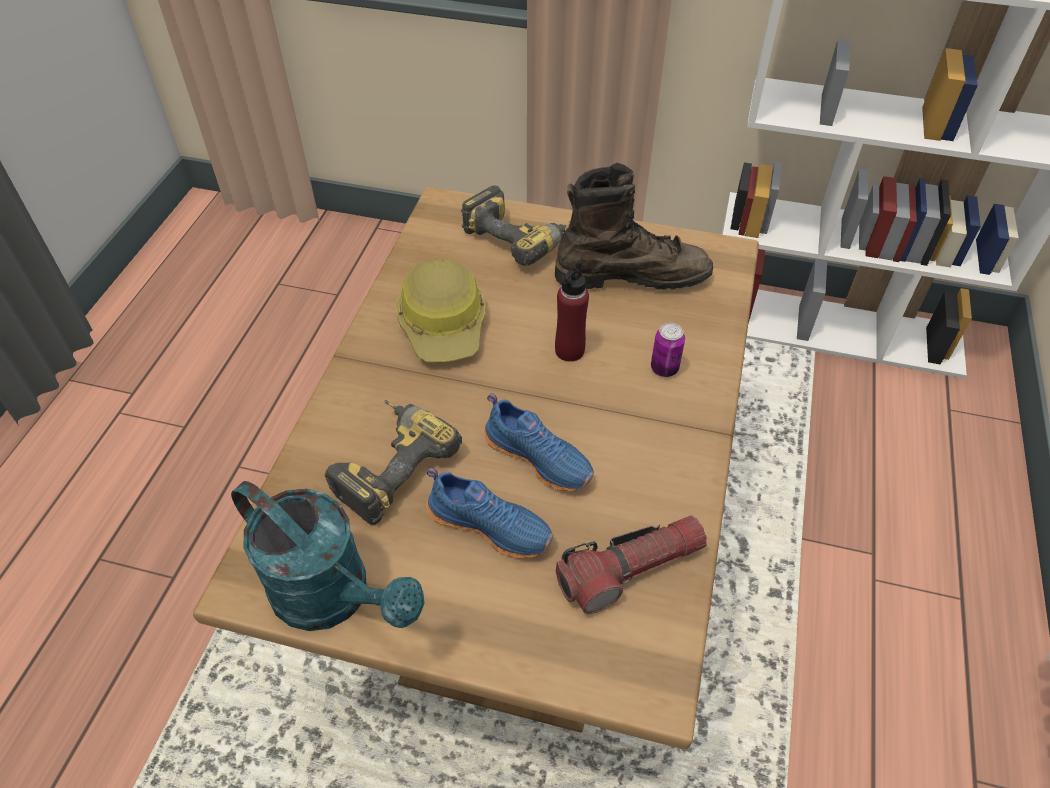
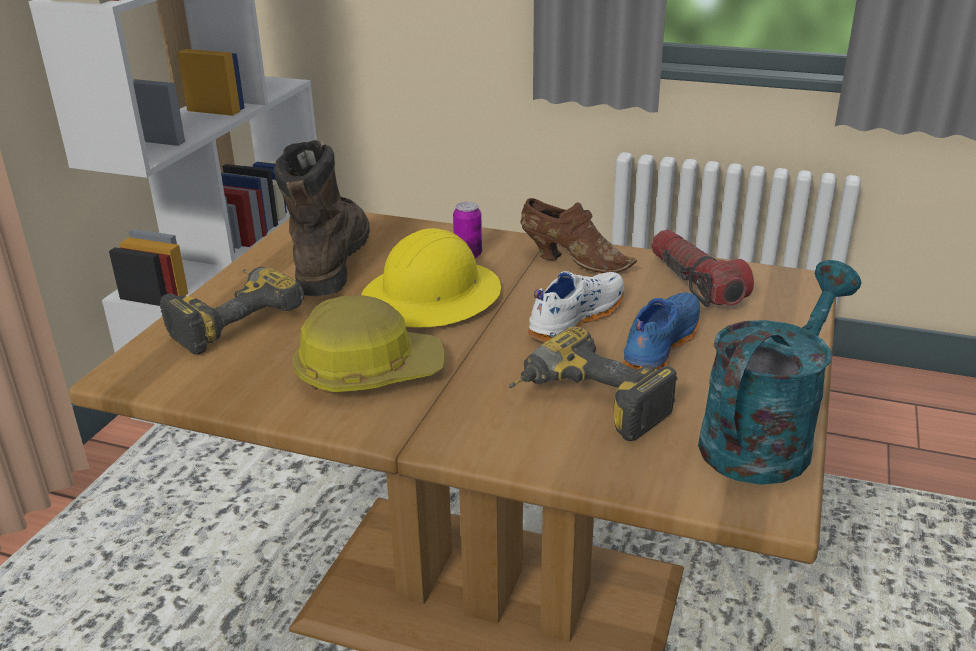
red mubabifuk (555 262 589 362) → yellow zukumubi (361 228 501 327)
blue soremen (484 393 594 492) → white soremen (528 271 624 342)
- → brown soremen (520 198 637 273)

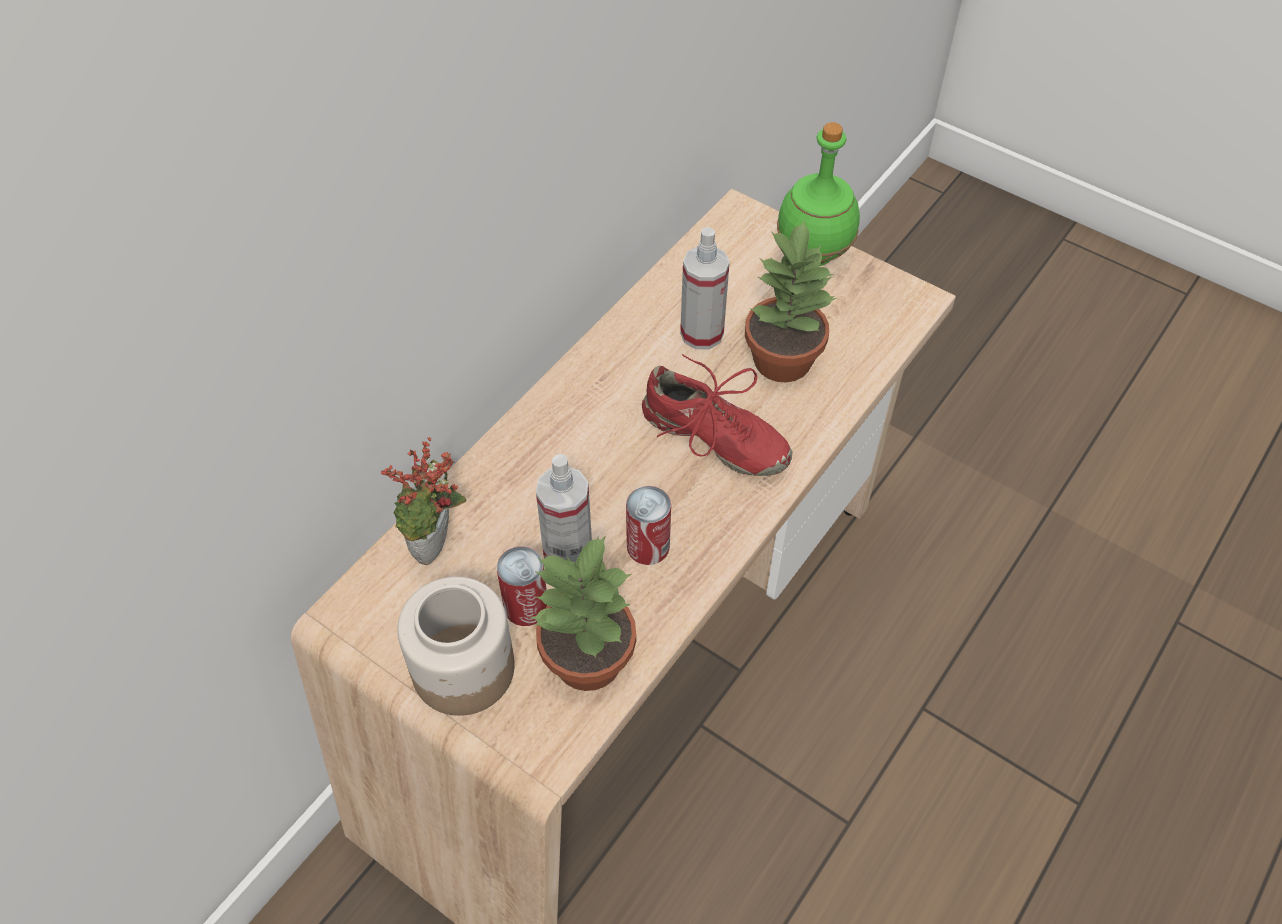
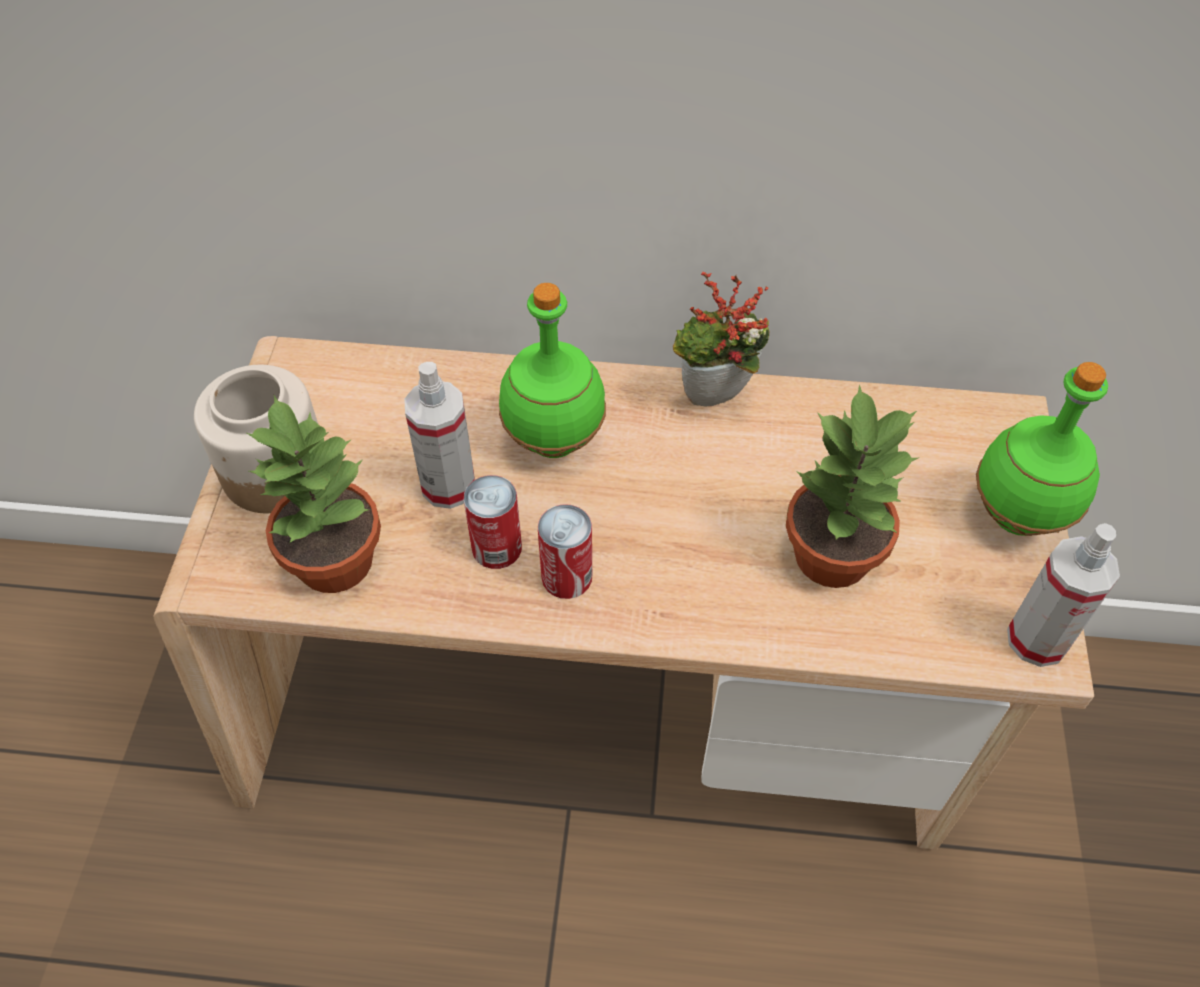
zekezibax (680 227 730 349) → zekezibax (1007 523 1120 667), move
red soremen (642 354 792 476) → -
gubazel (381 437 466 565) → gubazel (673 272 769 406), move
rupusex (497 546 547 626) → rupusex (538 504 592 599), move
- → green mubabifuk (499 283 606 458)

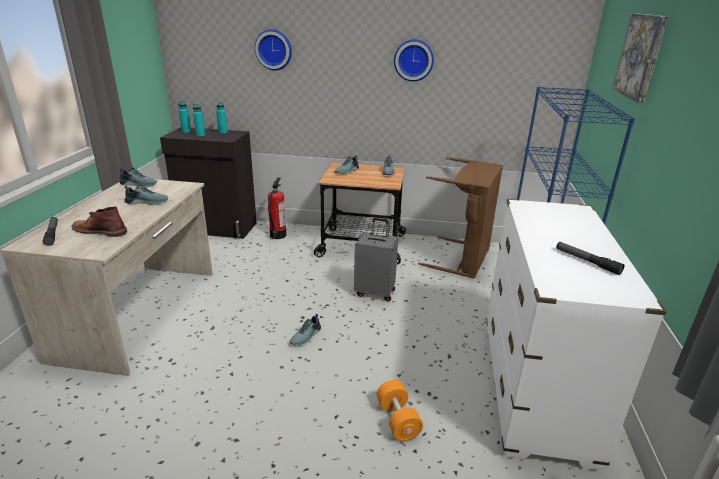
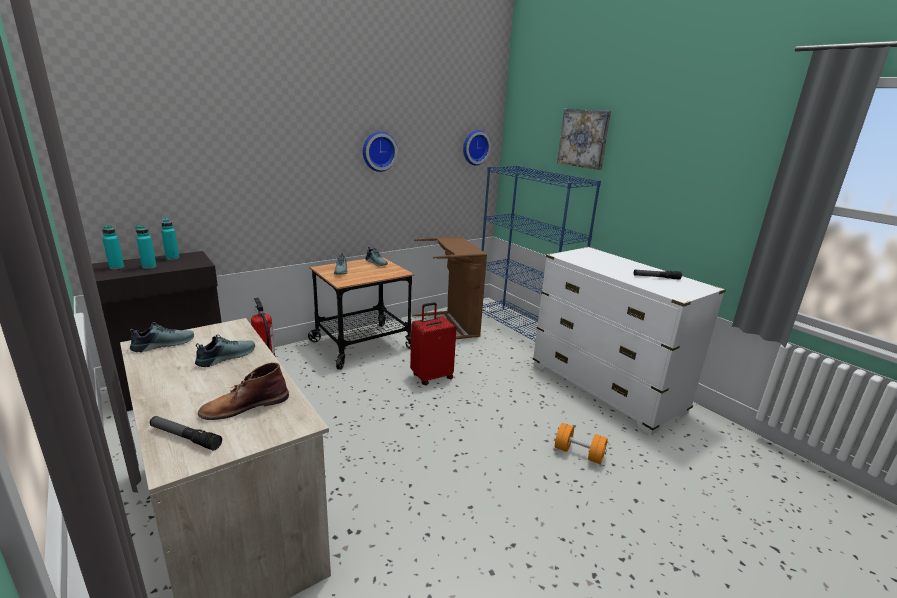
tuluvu (255 29 292 70) → tuluvu (463 130 491 166), move
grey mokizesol (354 218 398 302) → red mokizesol (410 302 456 385)
soremen (290 314 321 346) → -

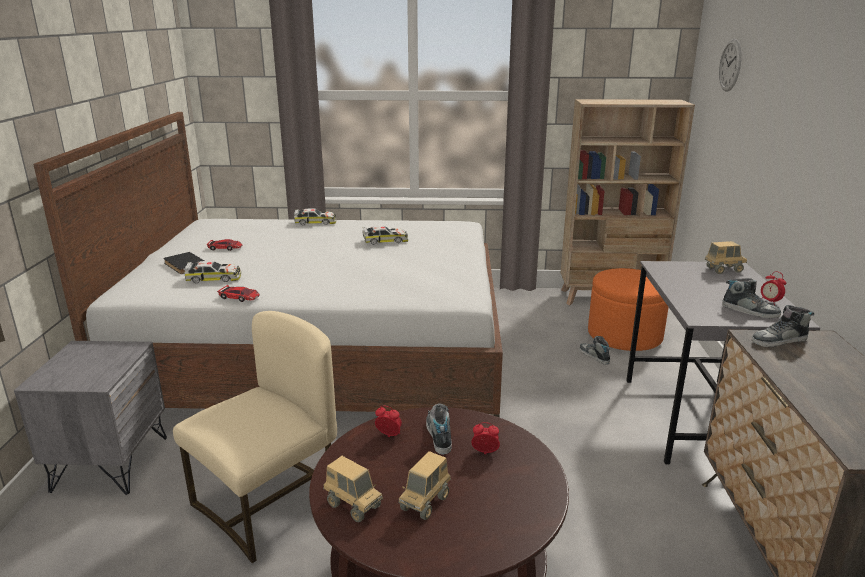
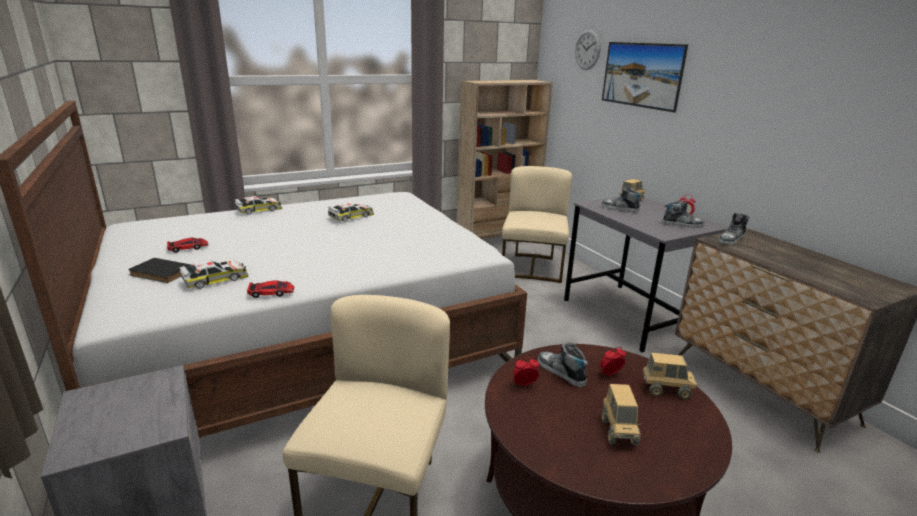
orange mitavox (588 268 669 351) → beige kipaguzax (502 166 572 283)
soremen (579 336 610 365) → soremen (602 187 642 213), move
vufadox (323 456 383 522) → vufadox (643 353 697 399), move
- → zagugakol (602 42 688 112)

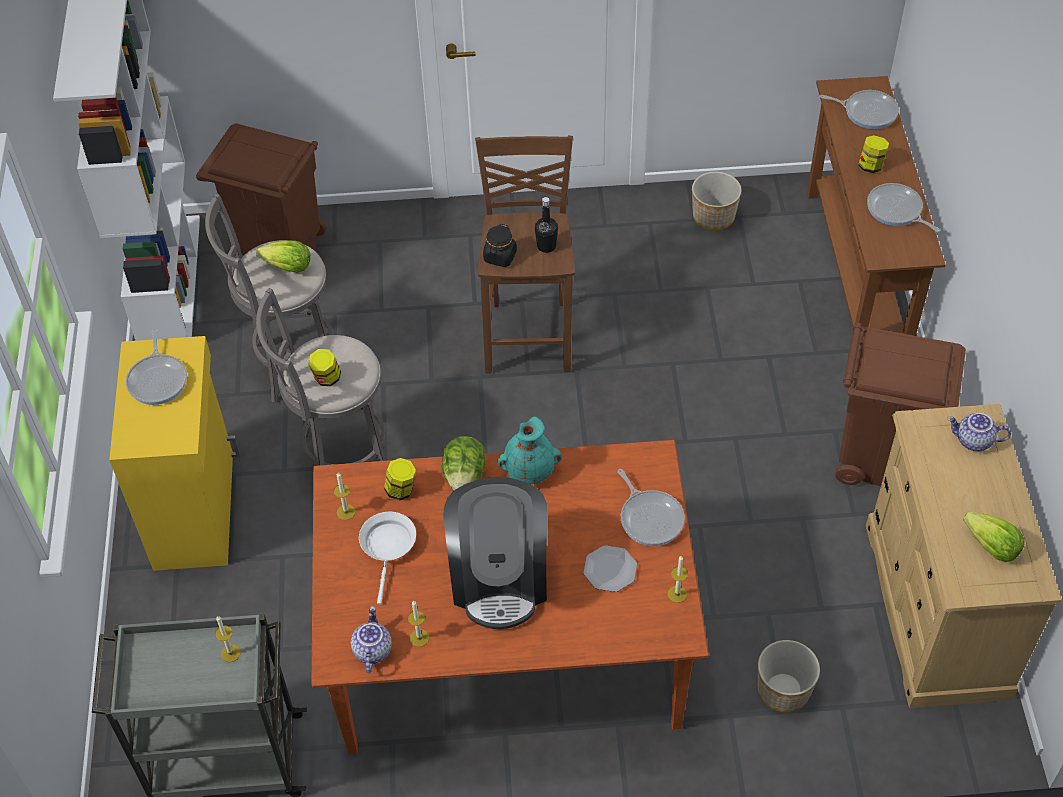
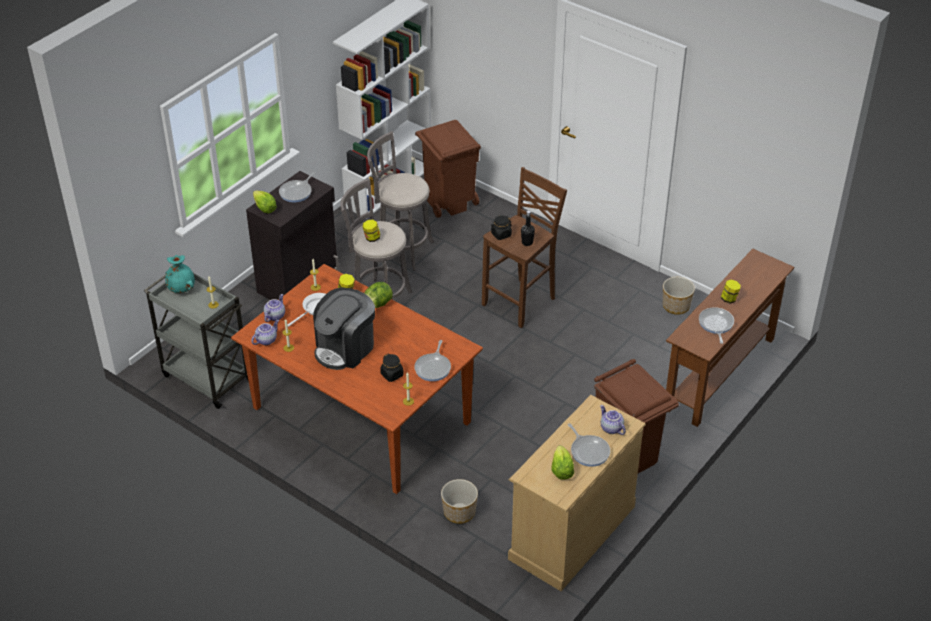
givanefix (820 90 899 129) → givanefix (568 423 610 467), move
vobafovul (256 240 311 273) → vobafovul (253 190 277 214), move
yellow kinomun (109 336 240 571) → black kinomun (246 171 339 300)
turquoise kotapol (498 416 562 484) → turquoise kotapol (165 255 195 293), move
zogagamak (583 546 637 592) → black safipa (380 354 404 382)
- → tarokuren (264 294 285 322)

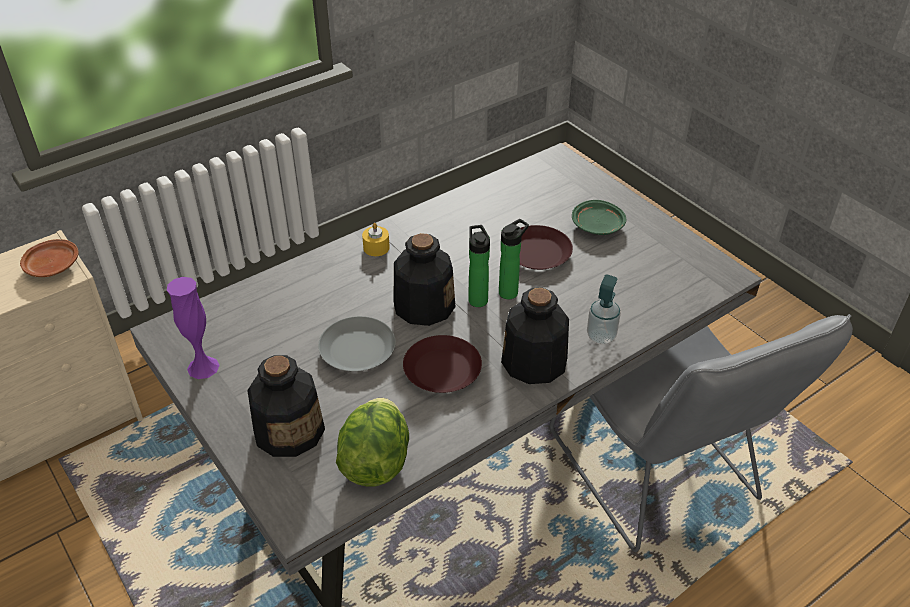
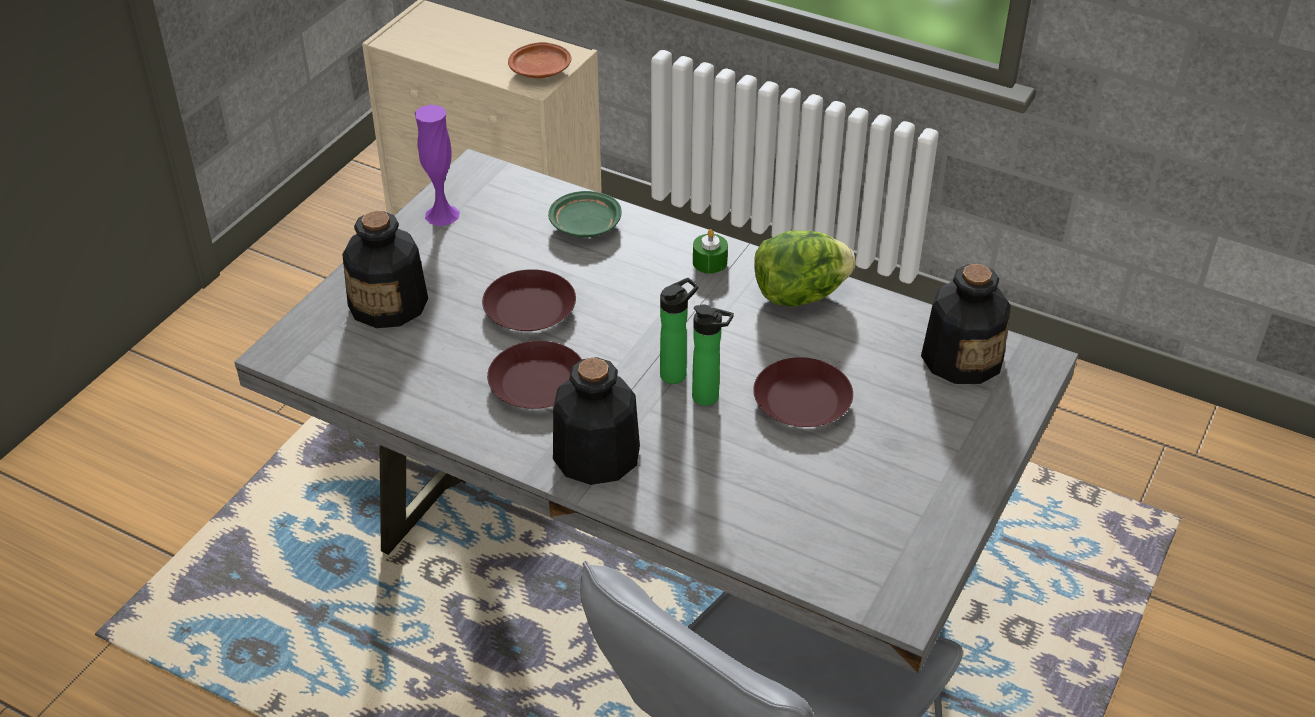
green zogagamak (572 200 626 235) → green zogagamak (548 191 621 238), move
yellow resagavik (362 223 390 256) → green resagavik (693 229 728 274)
mubabifuk (393 233 455 326) → mubabifuk (921 264 1011 384), move
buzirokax (587 275 621 345) → -
grey zogagamak (318 316 396 371) → brown zogagamak (482 269 576 331)
vobafovul (336 398 409 486) → vobafovul (754 230 856 307), move

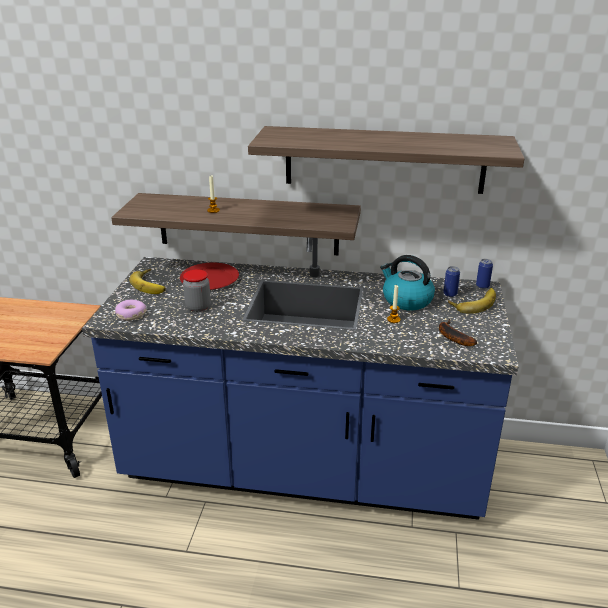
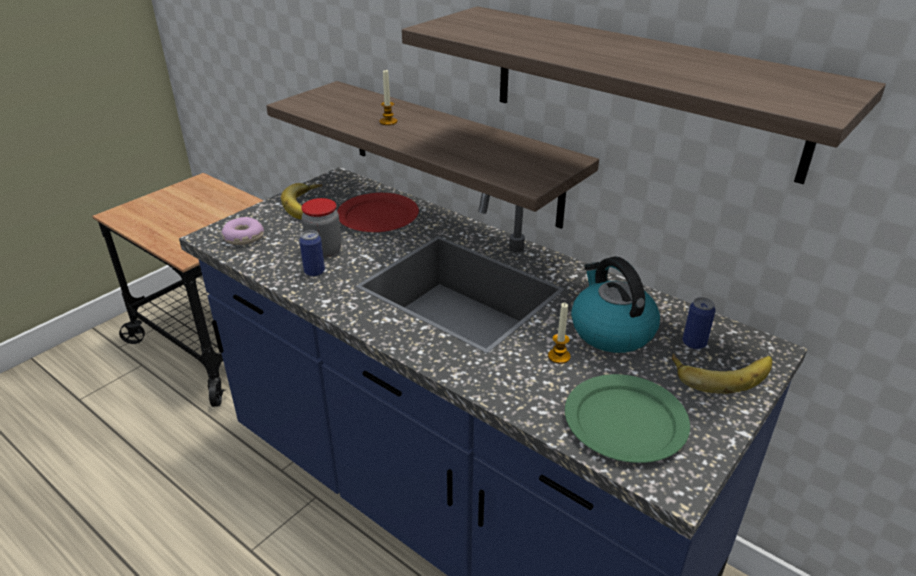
rupusex (476 259 493 289) → rupusex (299 230 325 277), move
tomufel (439 319 477 346) → green zogagamak (565 374 690 463)

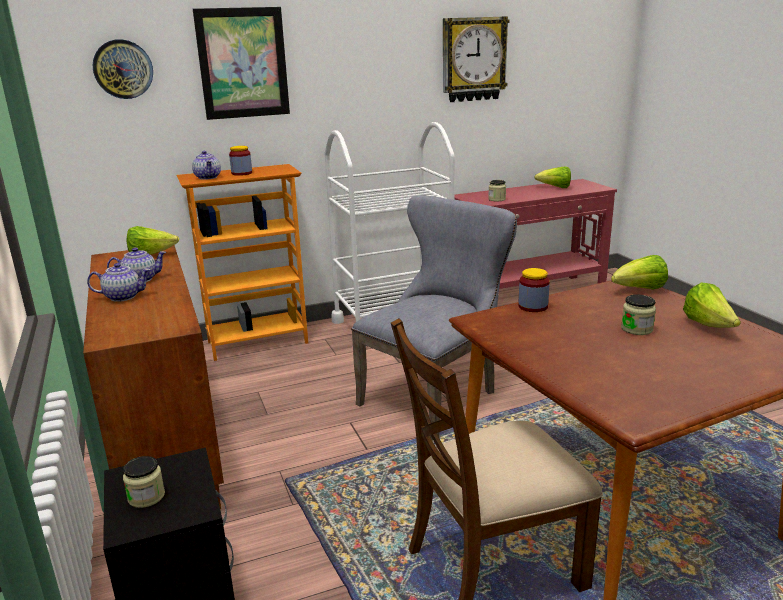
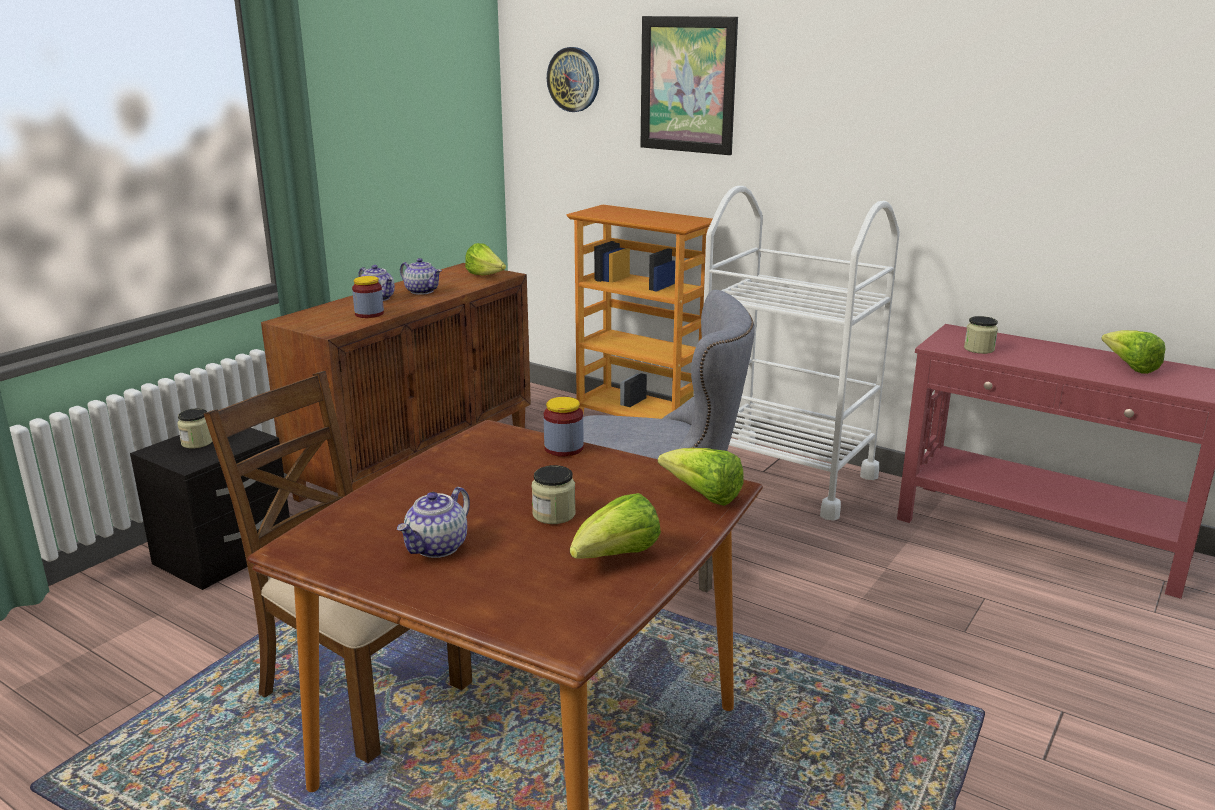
tuluvu (443 16 510 102) → -
safipa (229 146 252 176) → safipa (352 276 384 318), move
tarokuren (192 151 221 180) → tarokuren (397 487 470 558), move

